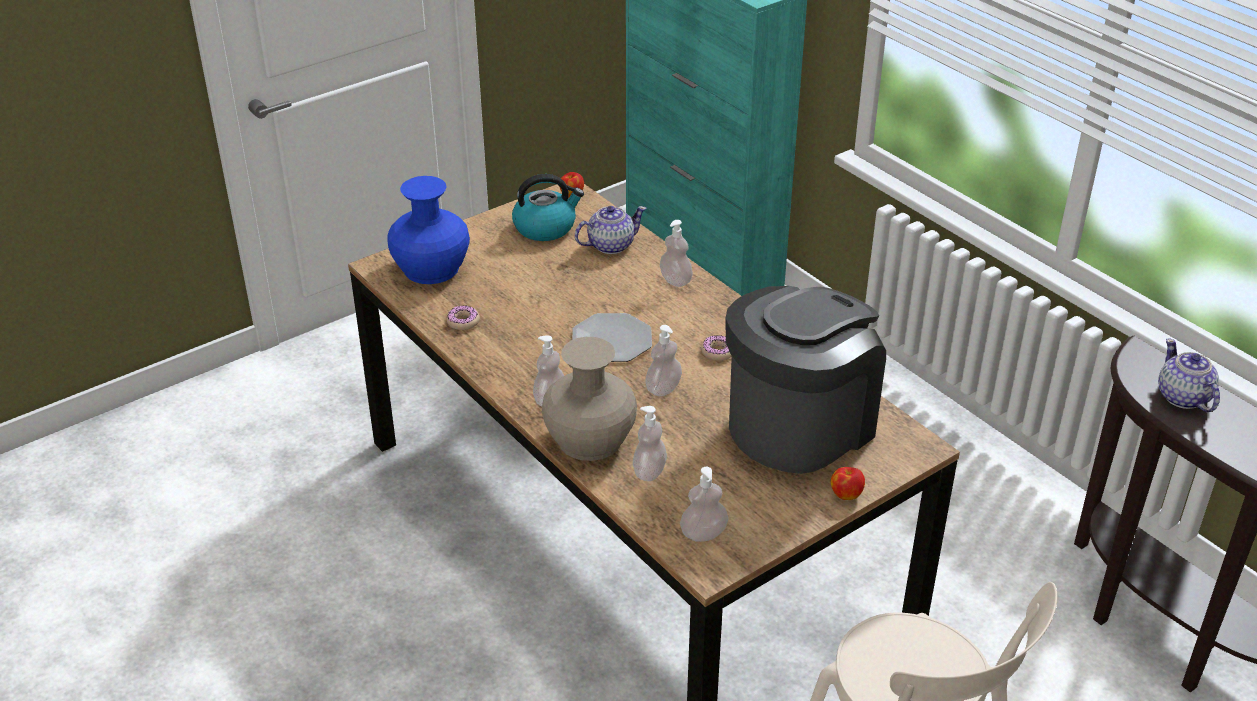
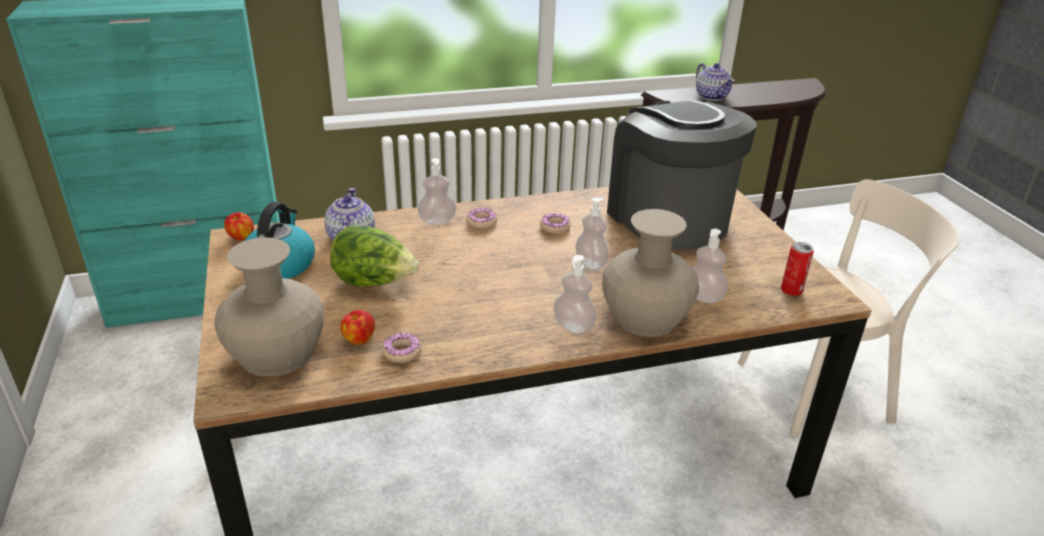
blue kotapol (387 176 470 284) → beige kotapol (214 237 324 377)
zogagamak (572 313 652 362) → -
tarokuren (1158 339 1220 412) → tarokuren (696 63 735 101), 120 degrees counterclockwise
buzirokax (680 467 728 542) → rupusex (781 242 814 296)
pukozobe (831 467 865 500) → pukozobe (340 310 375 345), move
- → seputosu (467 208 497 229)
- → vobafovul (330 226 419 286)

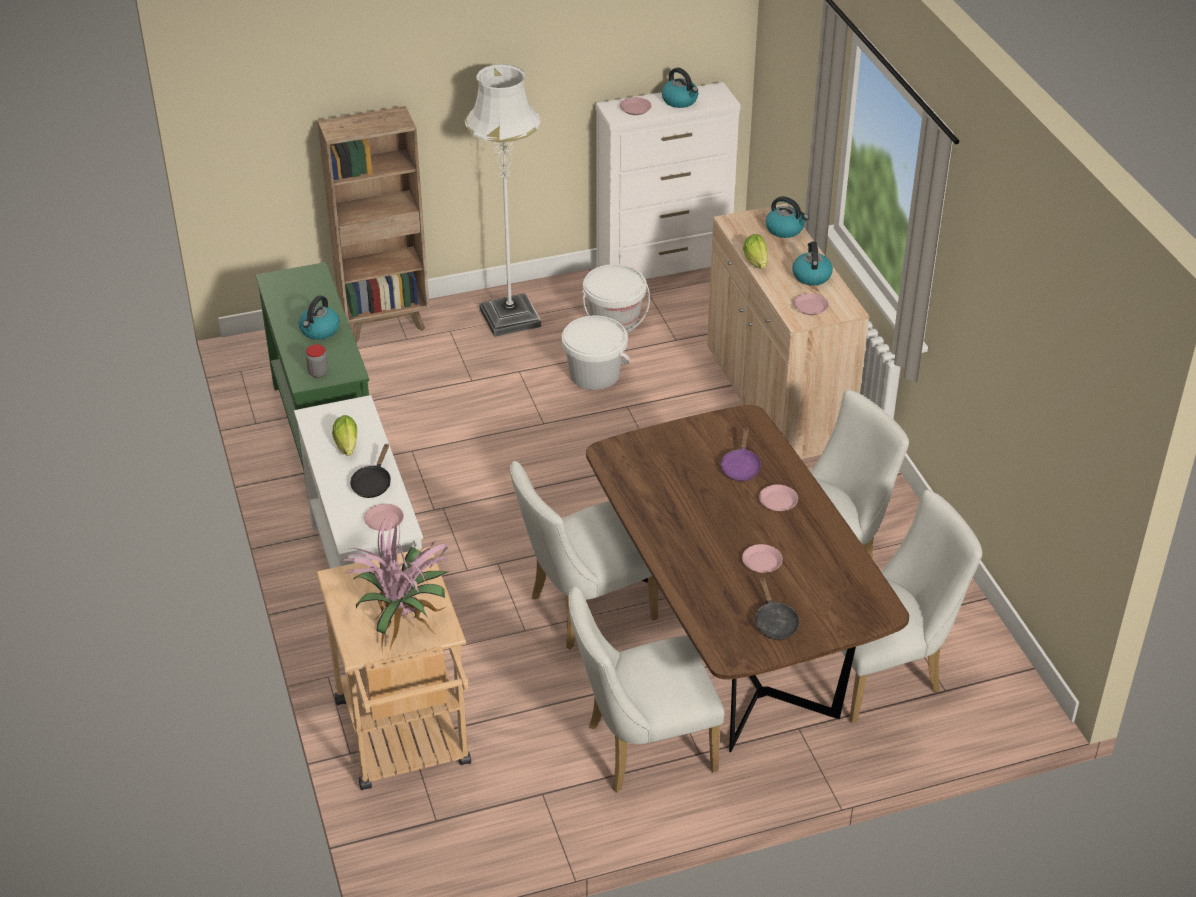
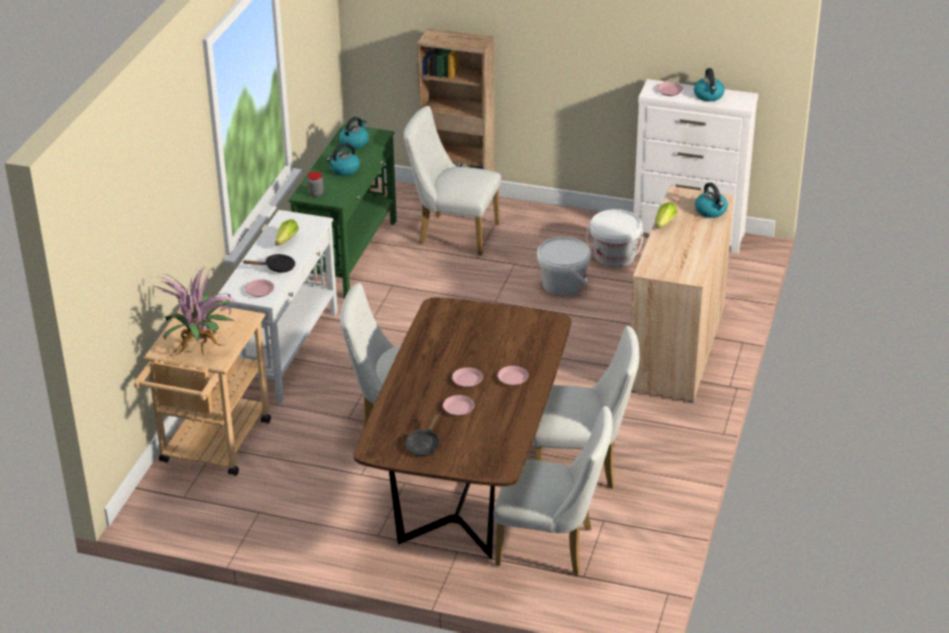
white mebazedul (465 64 541 337) → -
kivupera (792 241 833 286) → kivupera (339 117 369 149), move
pink zogagamak (793 293 829 315) → pink zogagamak (452 367 483 387), move
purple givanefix (720 427 762 481) → -
black givanefix (350 444 391 498) → black givanefix (244 254 295 273), 150 degrees counterclockwise
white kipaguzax (568 586 725 792) → white kipaguzax (404 106 501 256), move

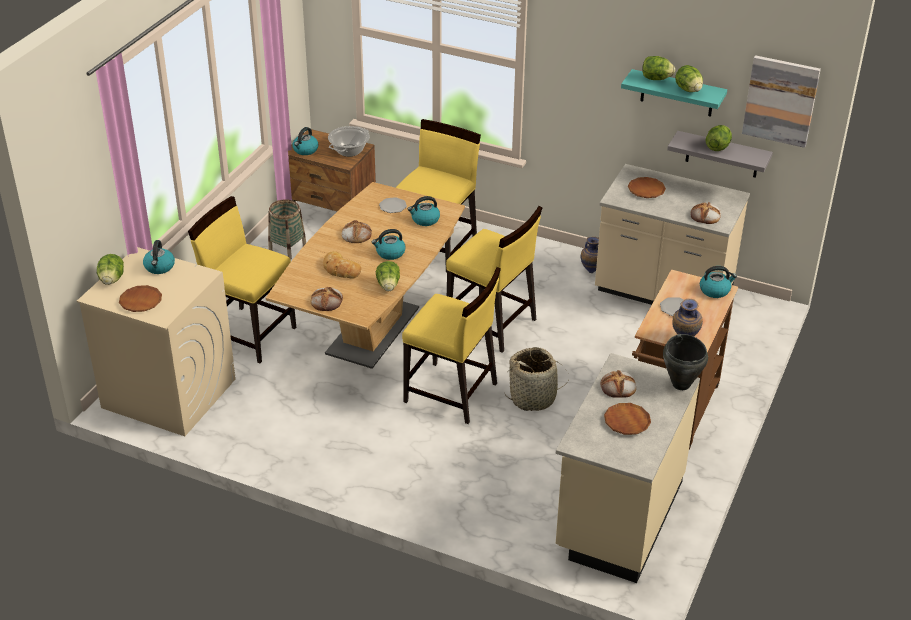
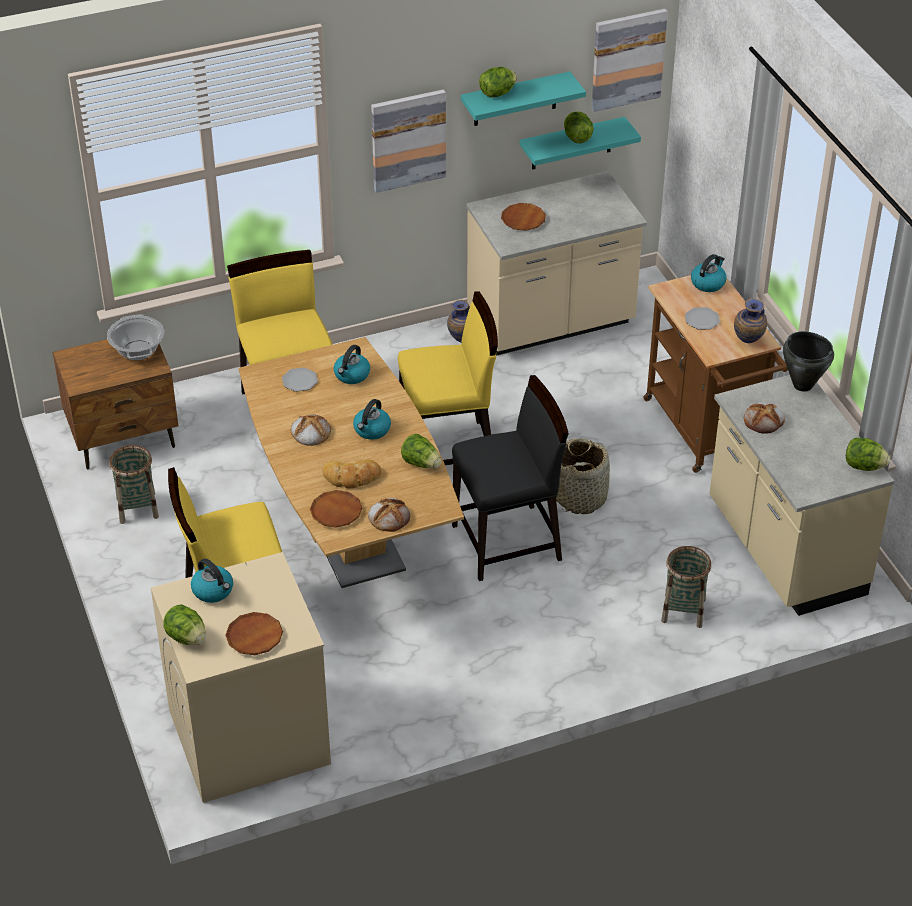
vobafovul (675 65 703 92) → vobafovul (846 438 890 471), move
kivupera (292 127 318 155) → -
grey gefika (667 131 773 178) → turquoise gefika (520 117 641 170)
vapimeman (691 202 721 224) → -
yellow kipaguzax (402 267 501 424) → black kipaguzax (452 375 569 581)
brown zogagamak (604 403 651 435) → brown zogagamak (310 490 362 528), move
- → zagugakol (371 89 446 193)
- → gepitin (661 546 711 628)

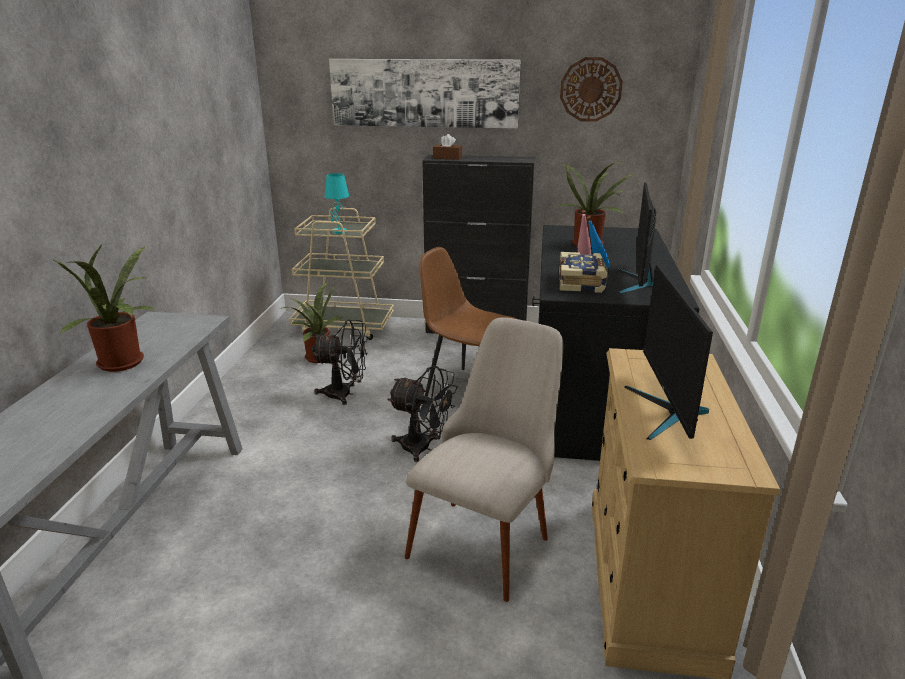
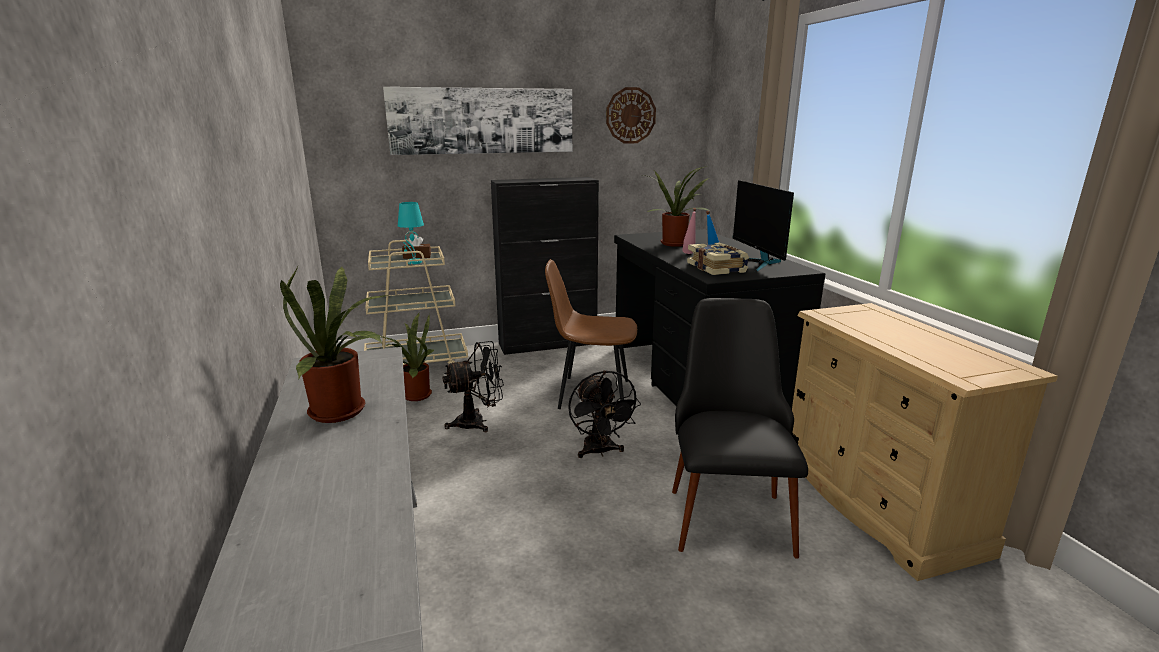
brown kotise (433 134 462 160) → brown kotise (402 234 431 259), move
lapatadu (624 264 713 440) → -
beige kipaguzax (405 317 563 602) → black kipaguzax (672 298 808 559)
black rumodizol (387 366 457 462) → black rumodizol (568 370 641 458), 75 degrees clockwise

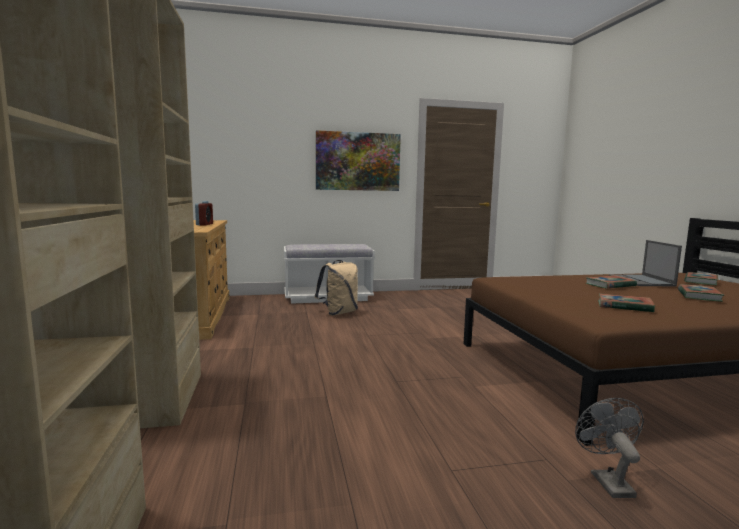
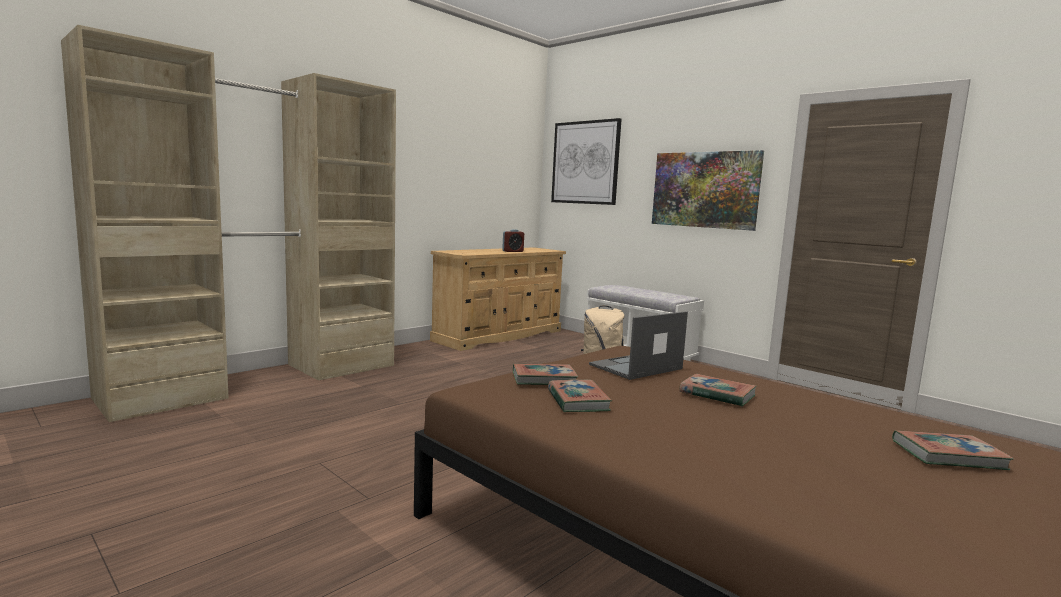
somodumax (609 240 682 287) → somodumax (589 311 688 380), move
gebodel (678 284 724 302) → gebodel (513 364 578 385), move
grey rumodizol (575 398 644 498) → -
- → zagugakol (551 118 622 205)

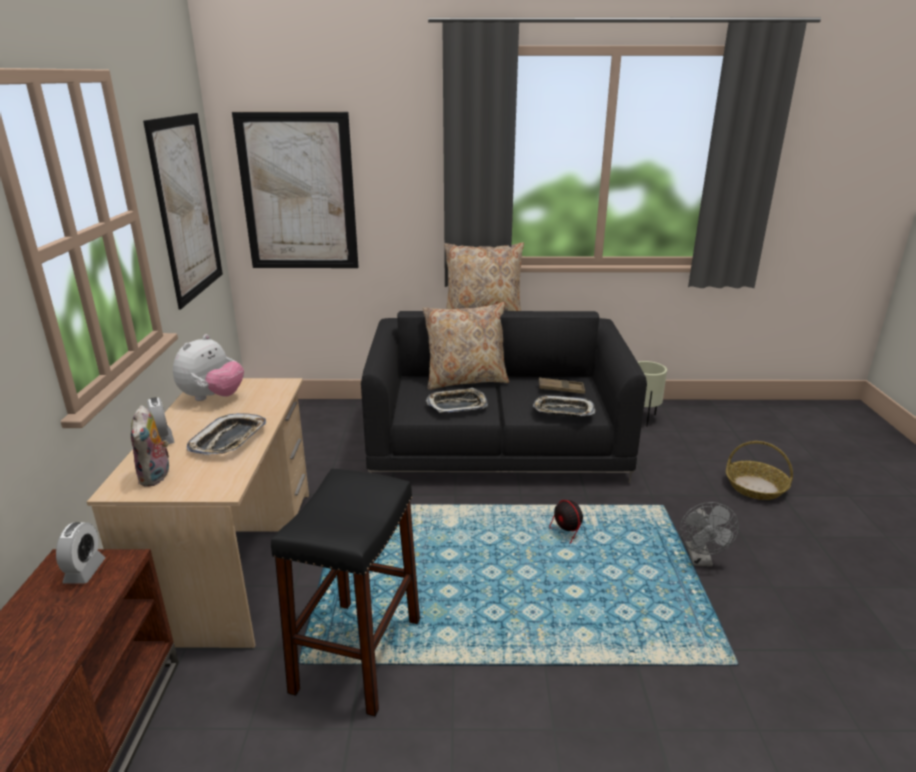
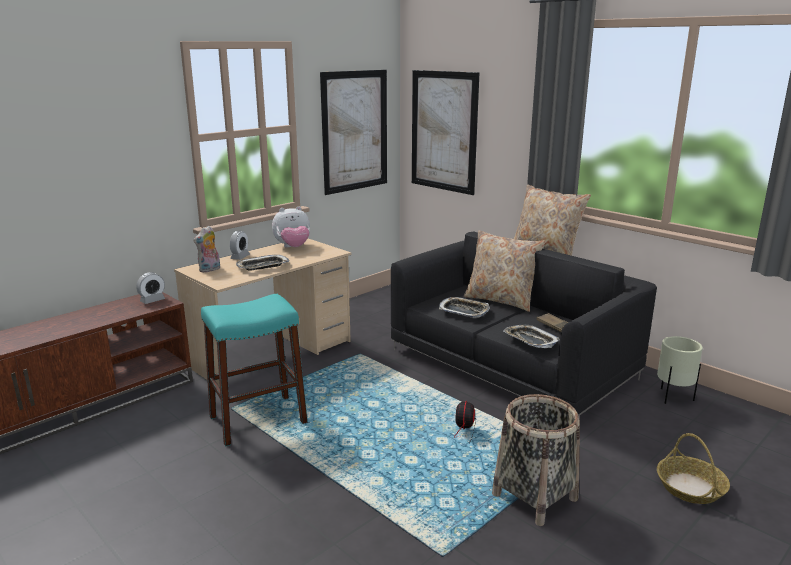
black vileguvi (271 469 420 717) → turquoise vileguvi (201 294 308 446)
grey rumodizol (680 502 739 567) → gepitin (492 394 580 526)

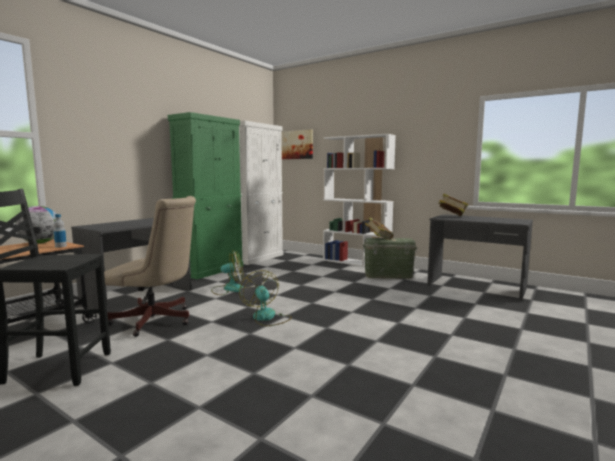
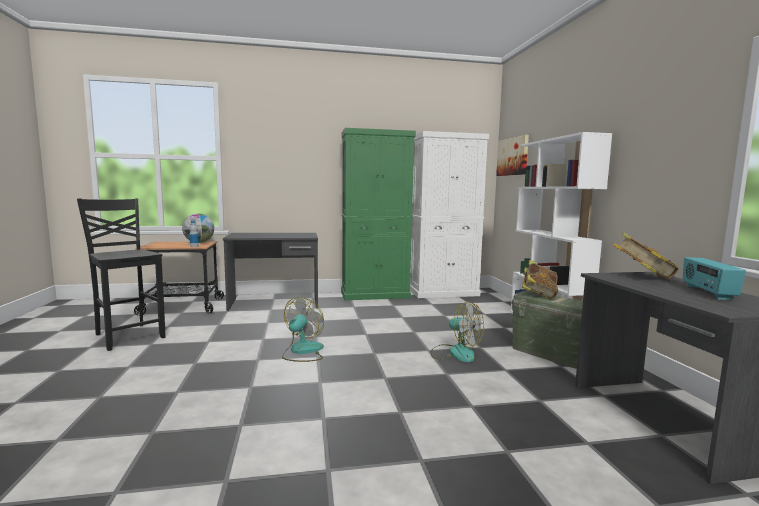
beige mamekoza (104 196 196 337) → -
rumodizol (211 250 244 295) → rumodizol (431 301 484 362), move
- → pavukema (683 257 746 300)

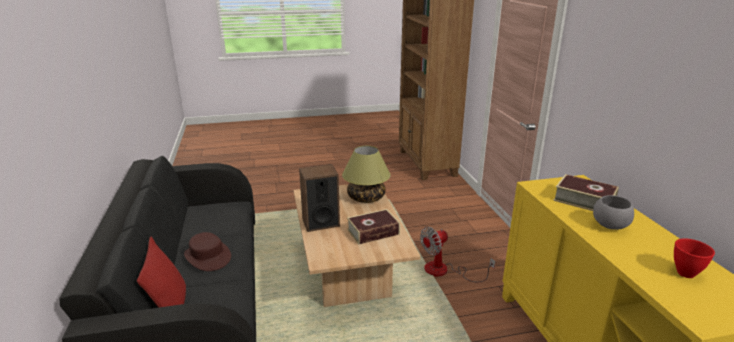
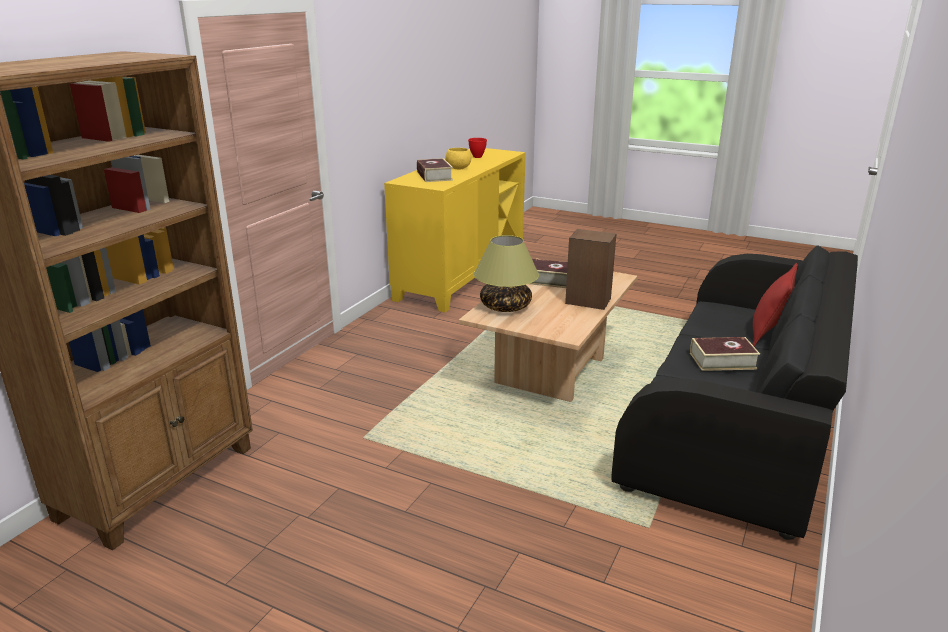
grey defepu (593 195 634 230) → yellow defepu (445 148 471 170)
rumodizol (420 227 495 282) → -
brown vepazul (184 232 231 271) → gebodel (690 337 760 371)

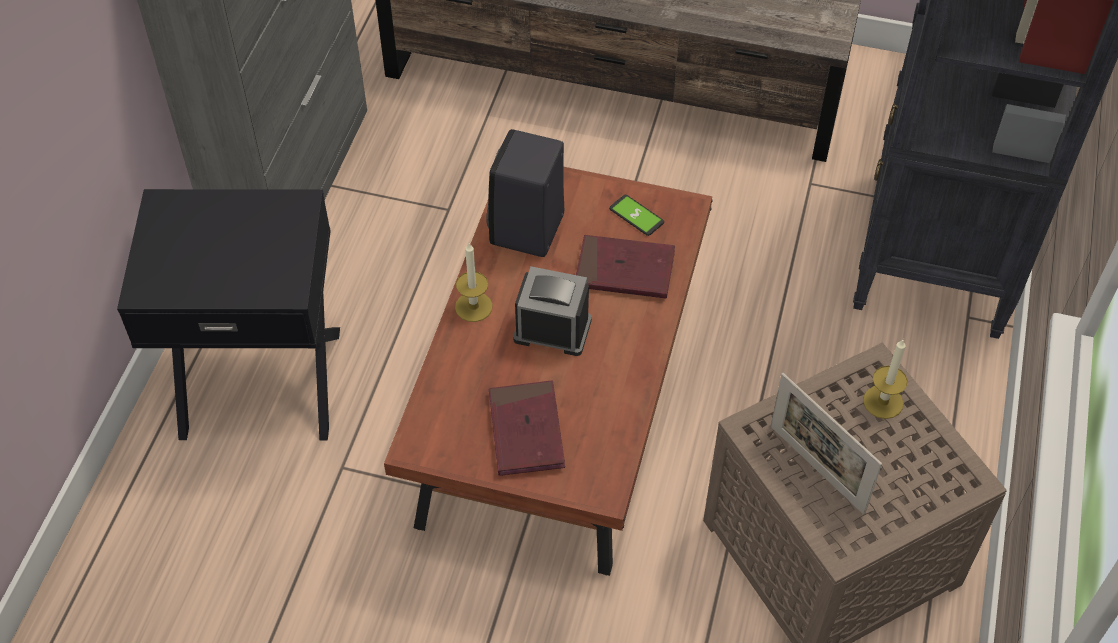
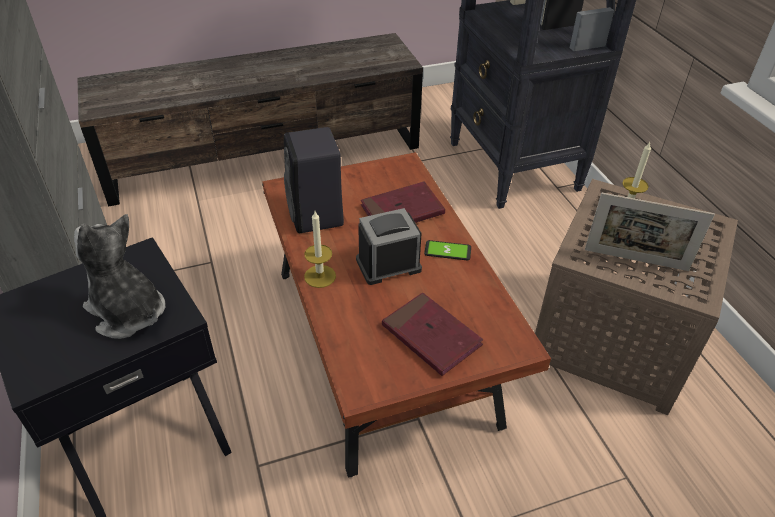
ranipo (609 195 664 236) → ranipo (424 240 471 260), move
- → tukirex (74 214 165 339)

